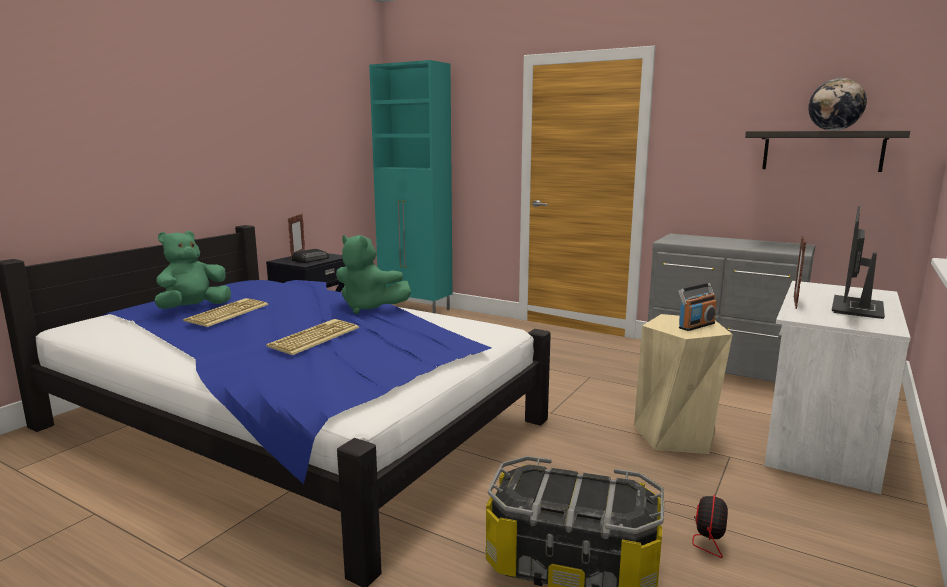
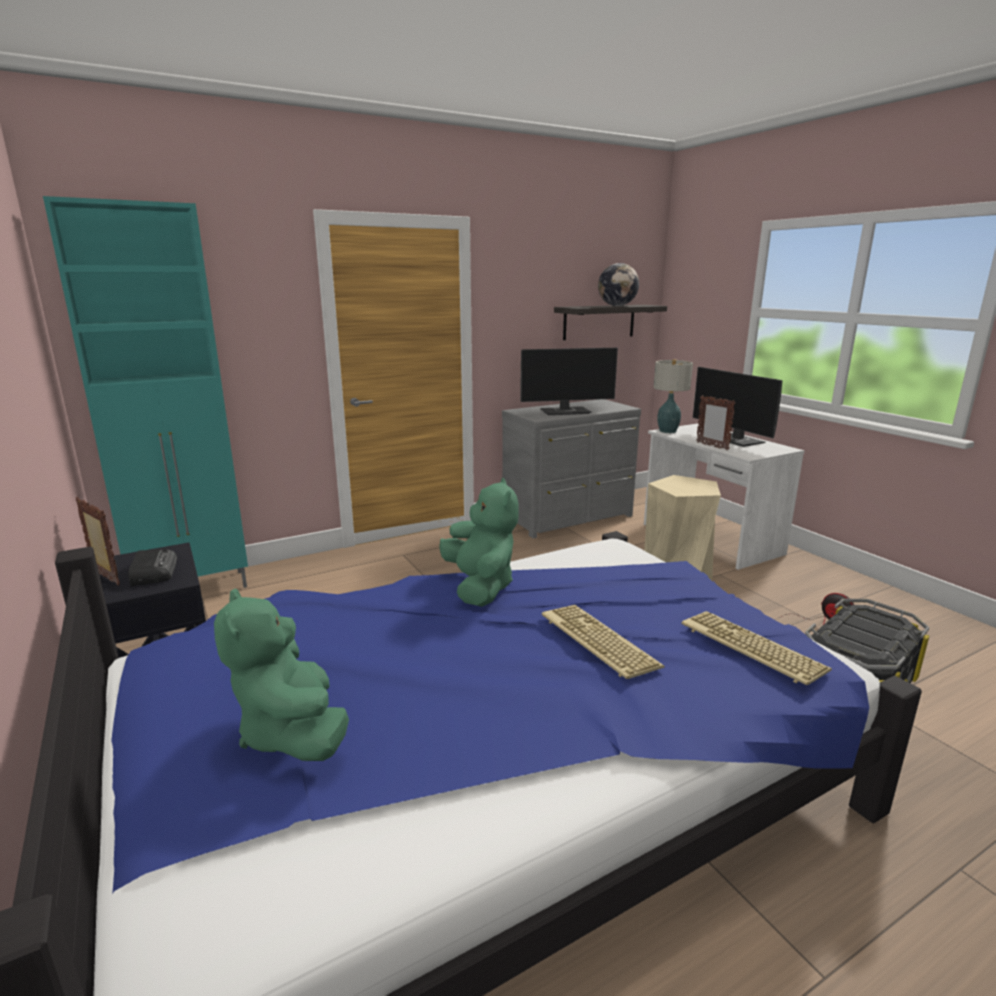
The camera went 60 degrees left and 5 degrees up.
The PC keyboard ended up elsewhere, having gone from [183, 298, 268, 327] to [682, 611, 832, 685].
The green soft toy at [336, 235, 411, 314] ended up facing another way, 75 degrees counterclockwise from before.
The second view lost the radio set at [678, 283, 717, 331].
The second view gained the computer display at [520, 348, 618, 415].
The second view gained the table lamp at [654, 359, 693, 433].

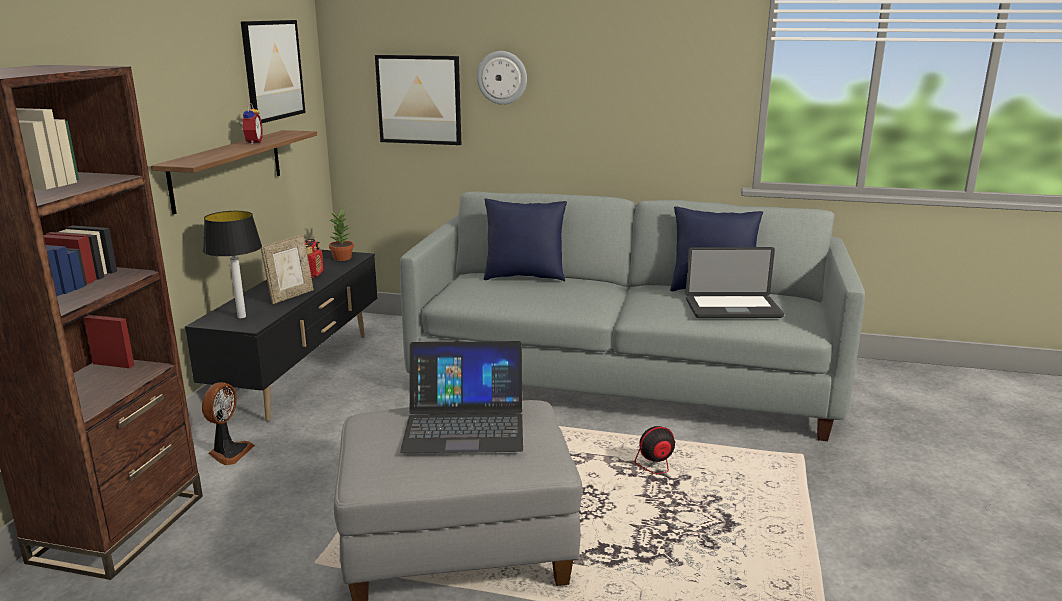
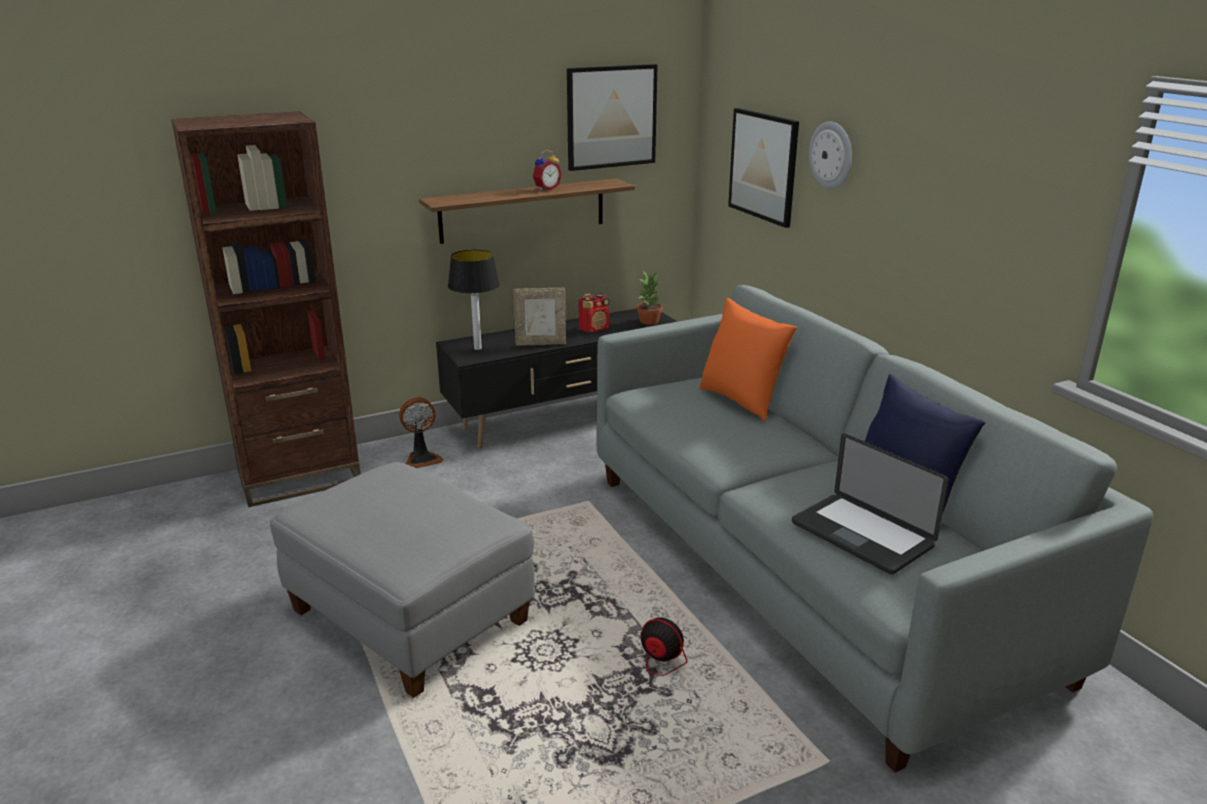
The camera went 50 degrees right and 5 degrees up.
The second view lost the portable computer at [400, 341, 523, 453].
What was the blue throw pillow at [484, 199, 567, 282] turned into the orangey throw pillow at [699, 298, 797, 422].

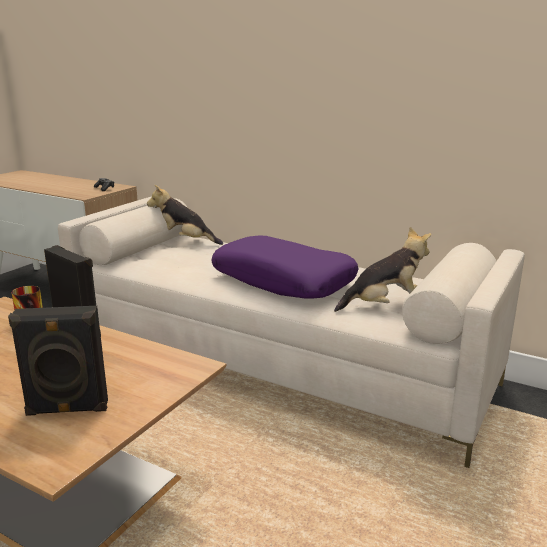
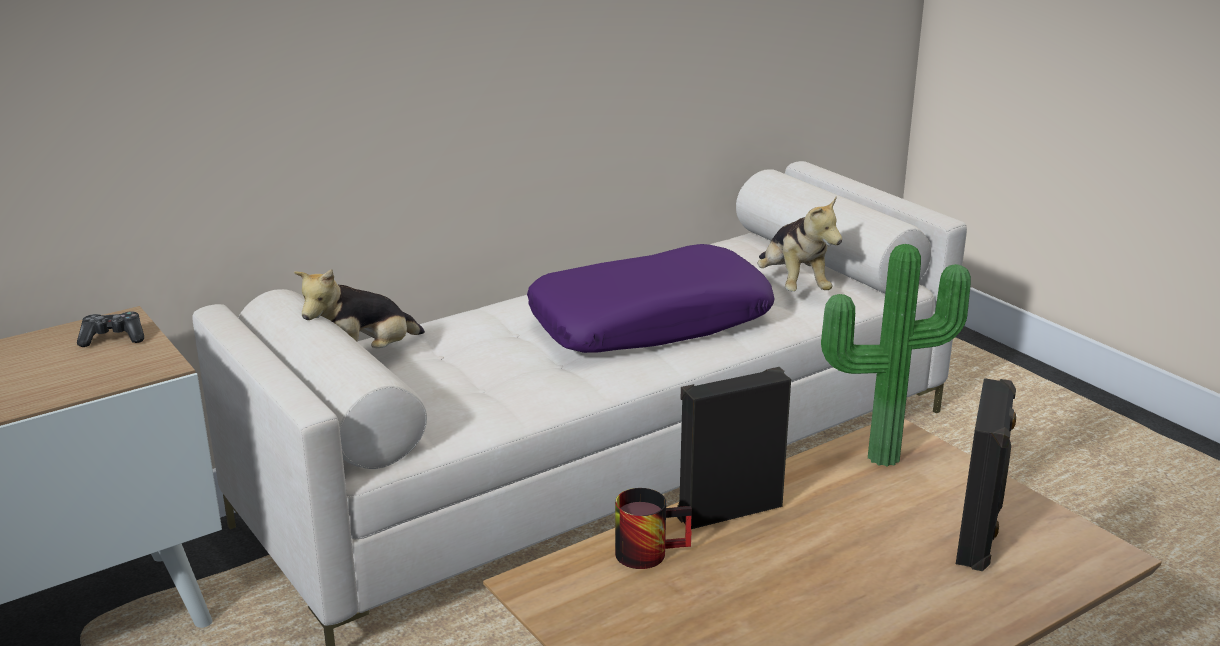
The camera went 65 degrees left and 5 degrees up.
The soft toy at [334, 227, 431, 312] ended up facing another way, 150 degrees clockwise from before.
The second view gained the houseplant at [821, 244, 971, 466].

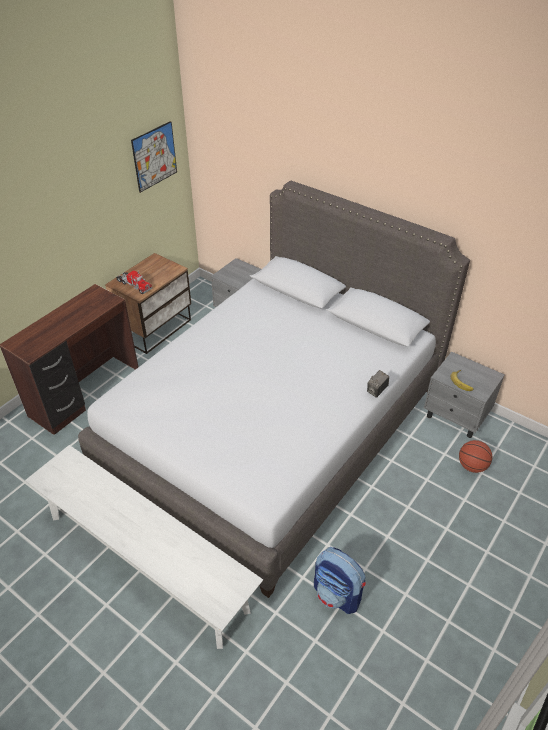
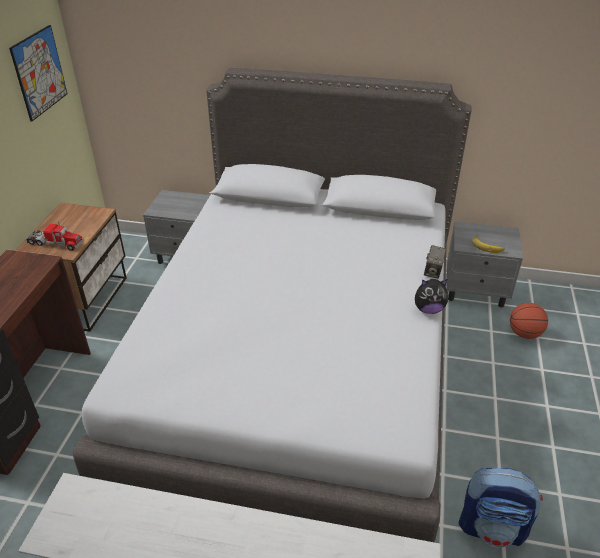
The camera went 25 degrees left and 5 degrees down.
The second view gained the soft toy at [415, 279, 448, 314].

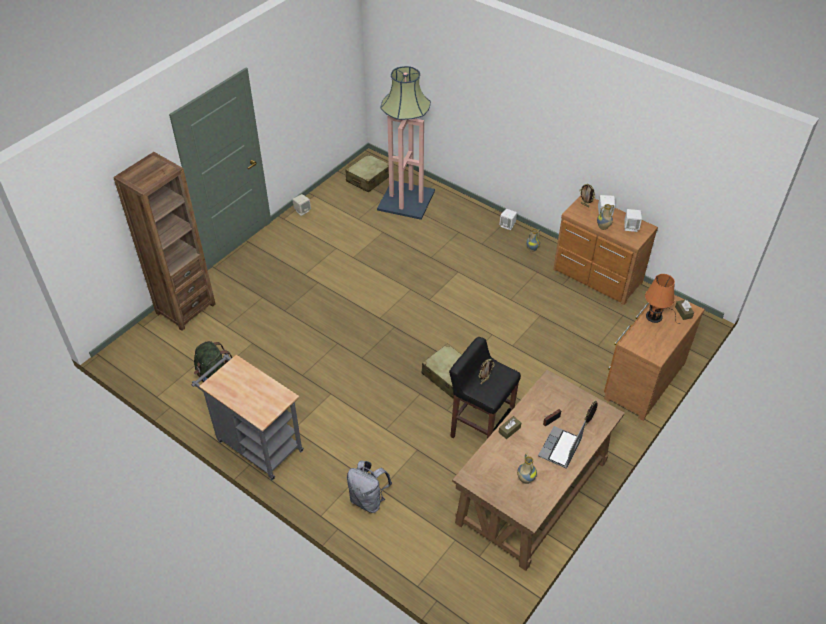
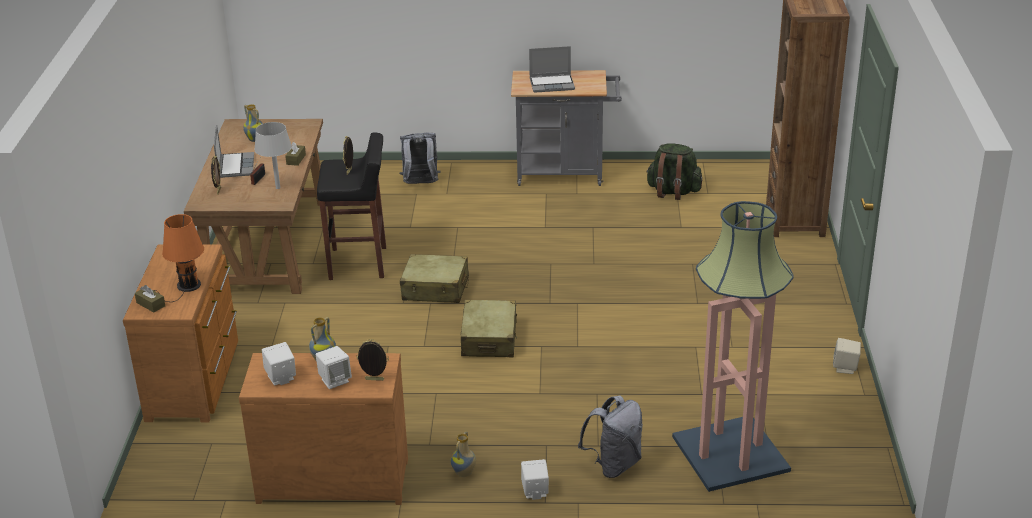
The camera went 145 degrees right and 15 degrees down.
The beige travel case ended up elsewhere, having gone from [345, 154, 389, 193] to [460, 300, 517, 357].
The second view gained the greyish table lamp at [254, 122, 292, 189].
The second view gained the portable computer at [529, 46, 575, 93].
The second view gained the greyish backpack at [578, 395, 643, 478].

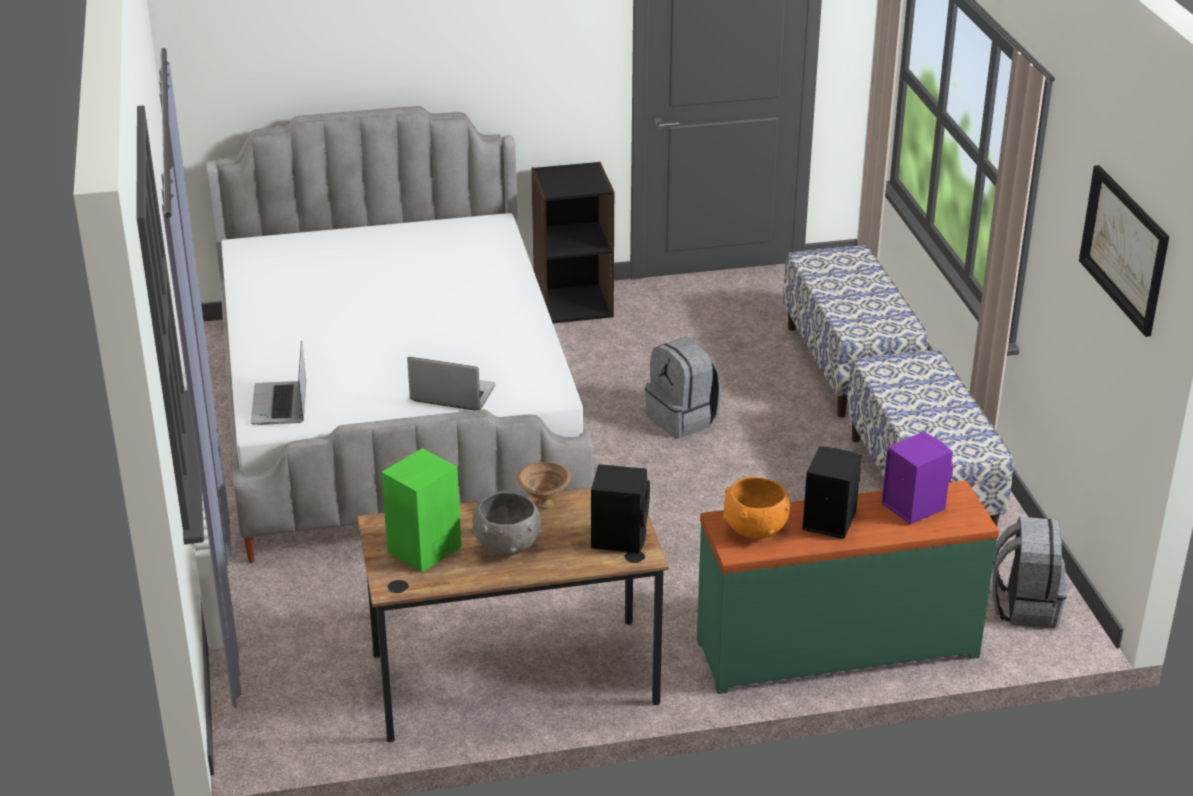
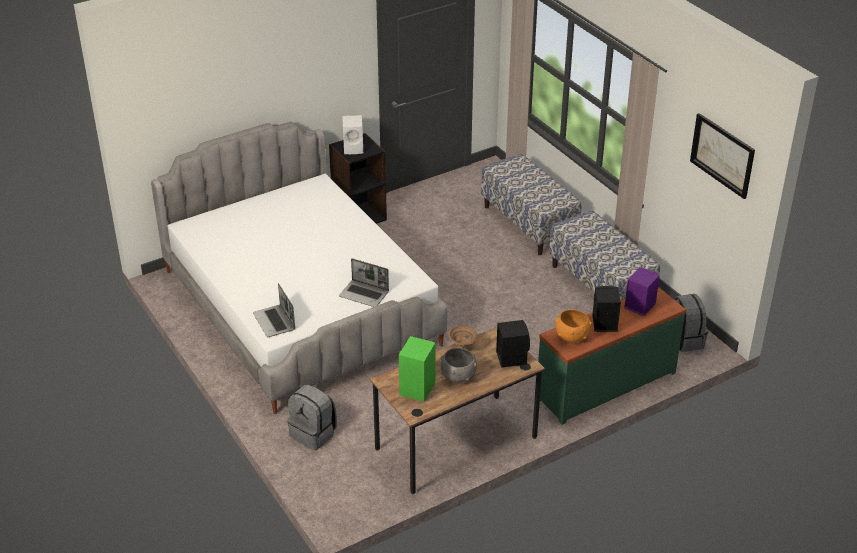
The camera went 20 degrees left and 5 degrees up.
The portable computer at [407, 357, 495, 410] ended up facing another way, 150 degrees counterclockwise from before.
The greyish backpack ended up elsewhere, having gone from [645, 337, 721, 438] to [287, 385, 337, 450].
The second view gained the whitish audio speaker at [342, 115, 363, 154].

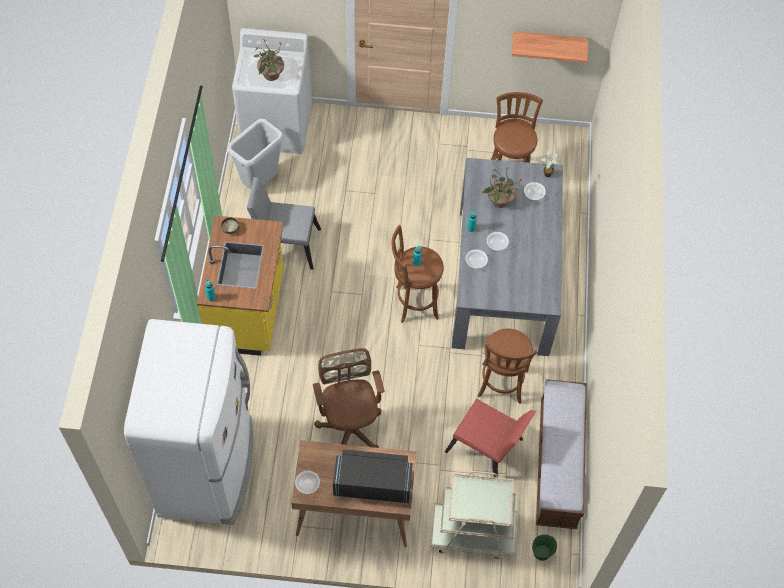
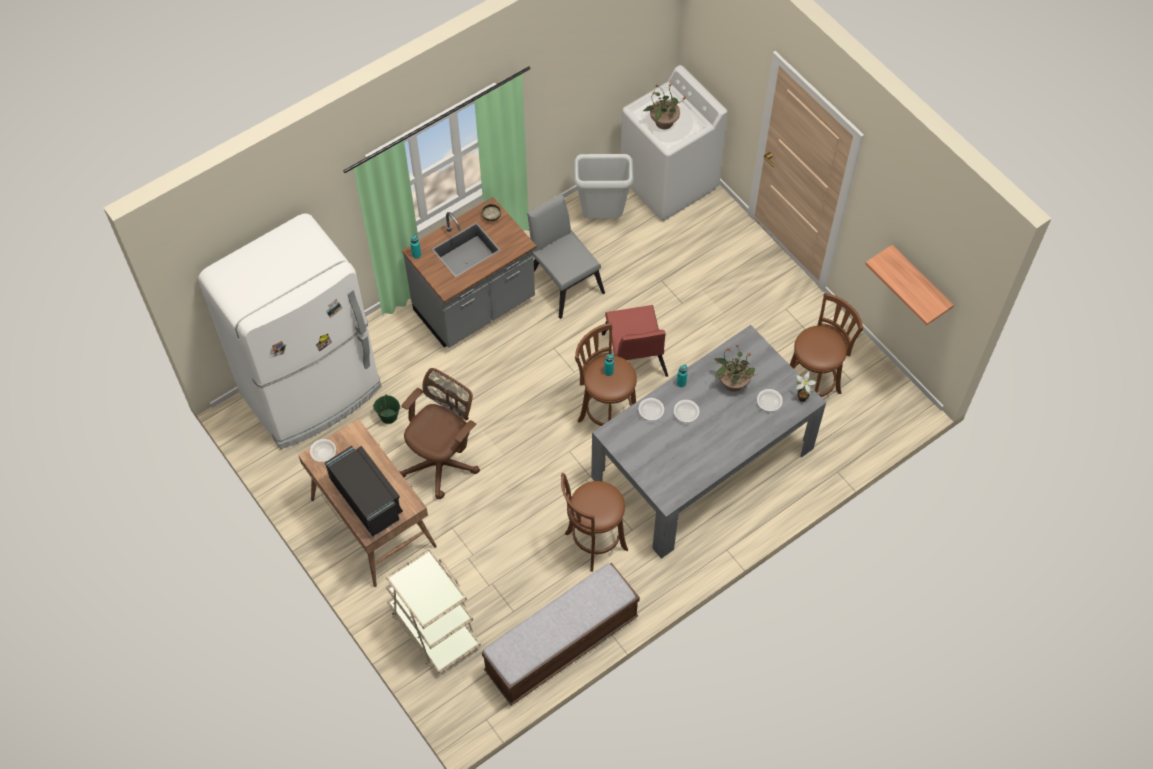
The camera went 50 degrees right and 0 degrees up.
What was the yellow counter at [197, 216, 284, 356] turned into the greyish counter at [402, 197, 537, 348].
The red-coloured chair ended up elsewhere, having gone from [445, 399, 536, 477] to [602, 305, 668, 377].
The green bucket ended up elsewhere, having gone from [532, 534, 557, 561] to [373, 394, 400, 424].

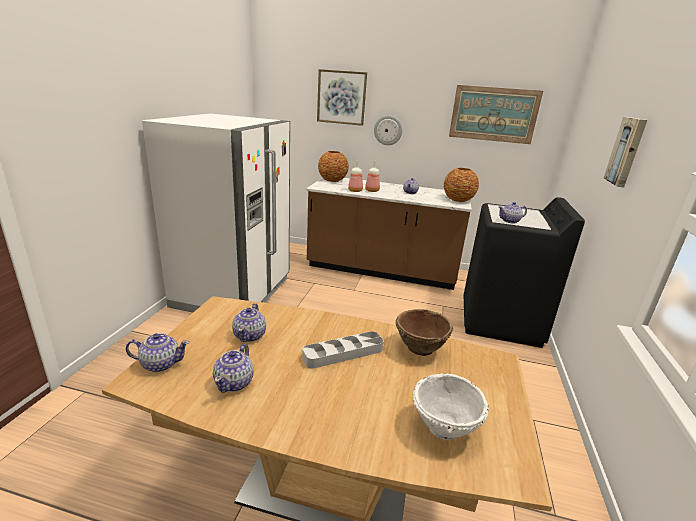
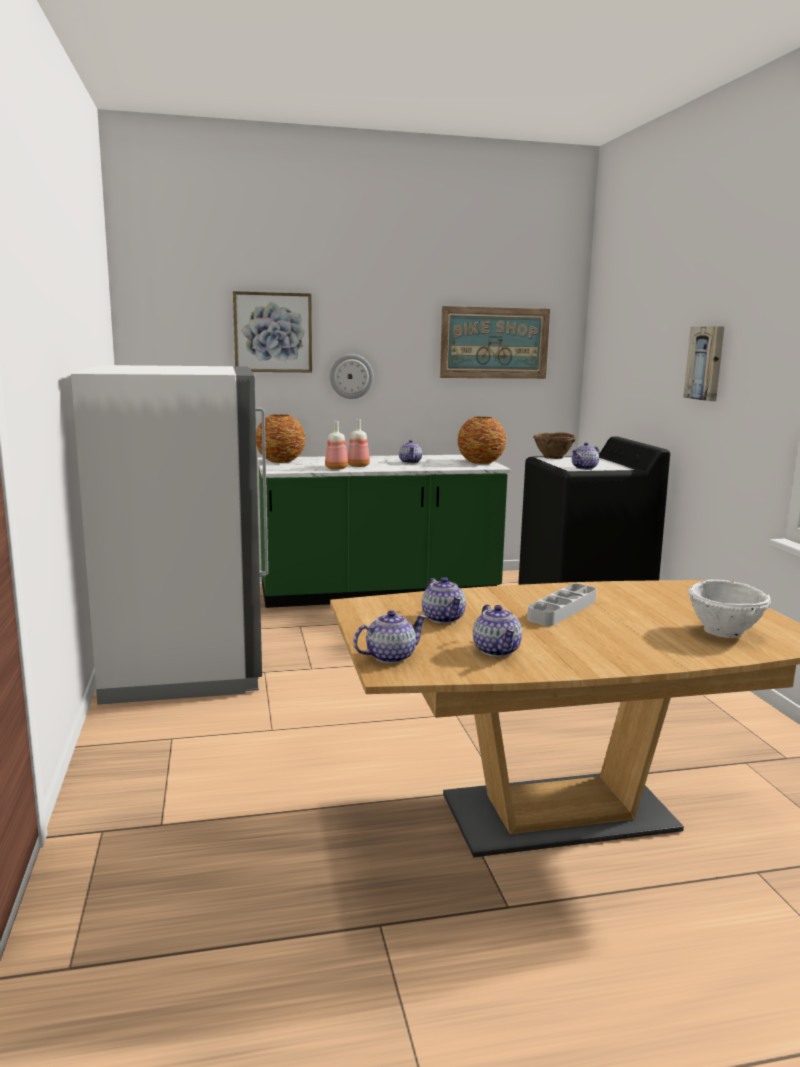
The camera went 25 degrees left and 10 degrees down.
What was the brown-coloured counter at [306, 178, 472, 290] turned into the green counter at [257, 455, 511, 608].
The brown-coloured serving bowl ended up elsewhere, having gone from [396, 309, 453, 356] to [533, 432, 576, 459].

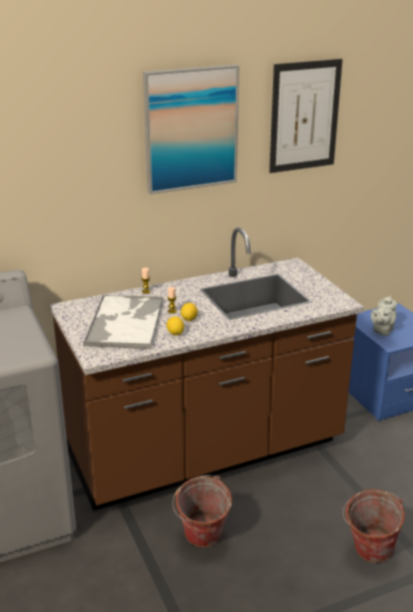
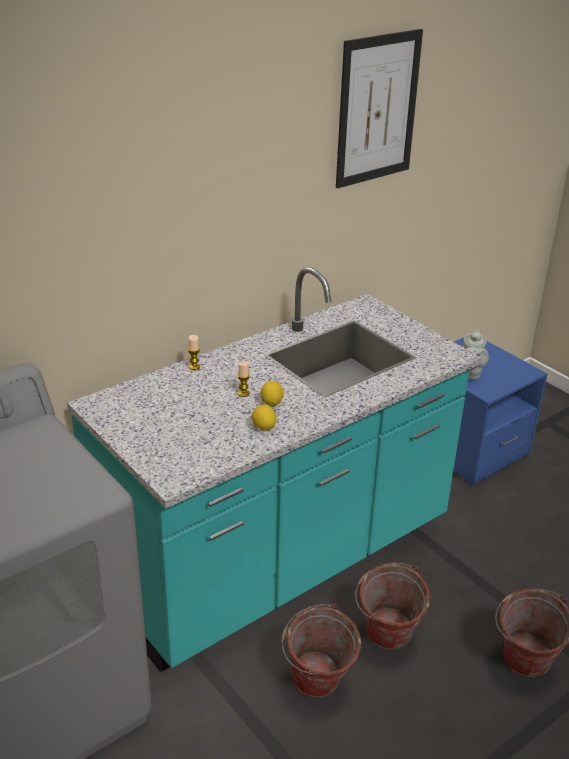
The camera went 15 degrees left and 5 degrees up.
What was the brown-coloured counter at [50, 228, 364, 511] turned into the turquoise-coloured counter at [67, 267, 482, 672].
The second view lost the tray at [83, 294, 164, 349].
The second view lost the wall art at [143, 64, 239, 194].
The second view gained the bucket at [355, 563, 430, 650].

